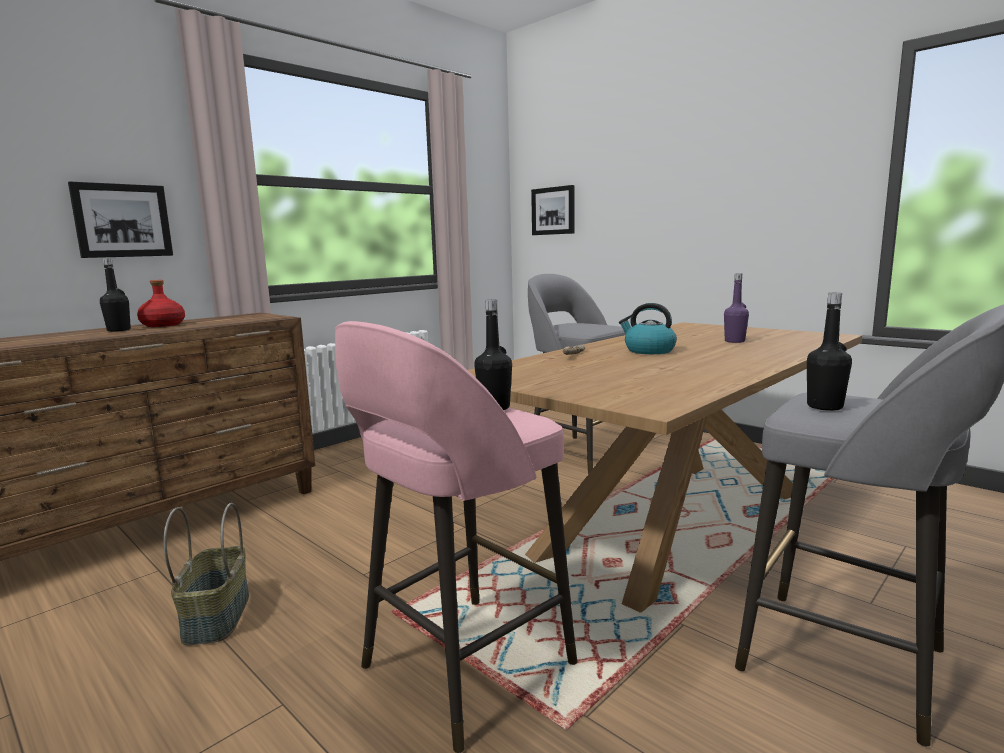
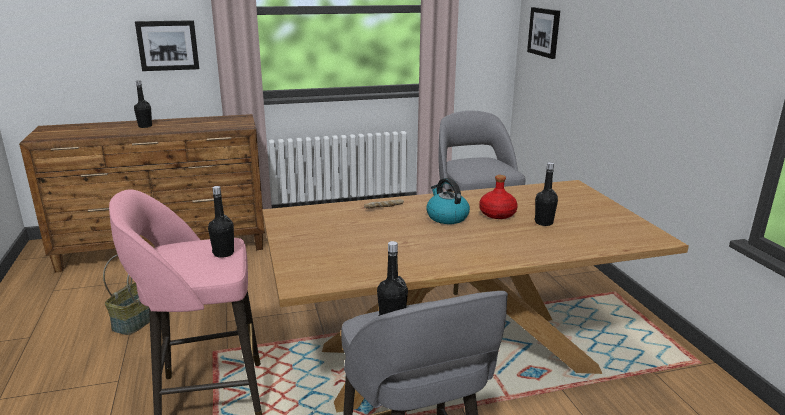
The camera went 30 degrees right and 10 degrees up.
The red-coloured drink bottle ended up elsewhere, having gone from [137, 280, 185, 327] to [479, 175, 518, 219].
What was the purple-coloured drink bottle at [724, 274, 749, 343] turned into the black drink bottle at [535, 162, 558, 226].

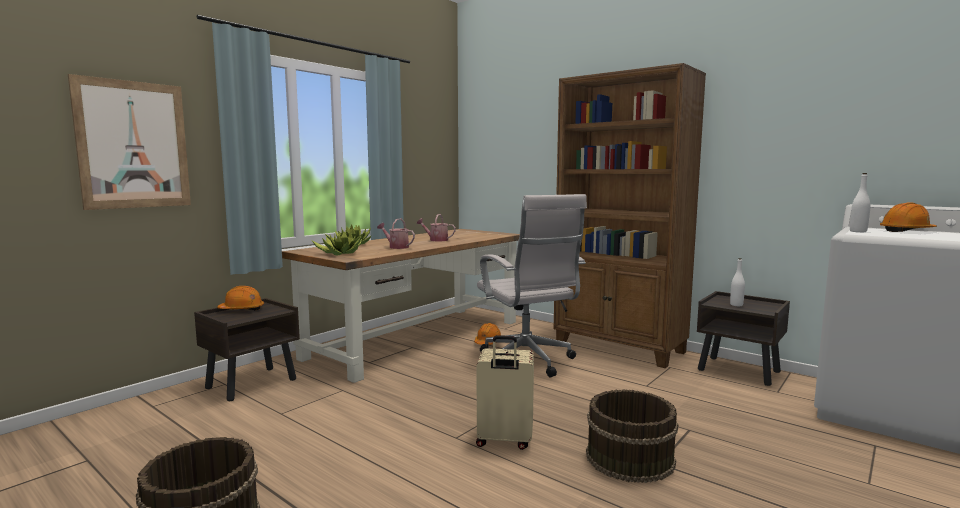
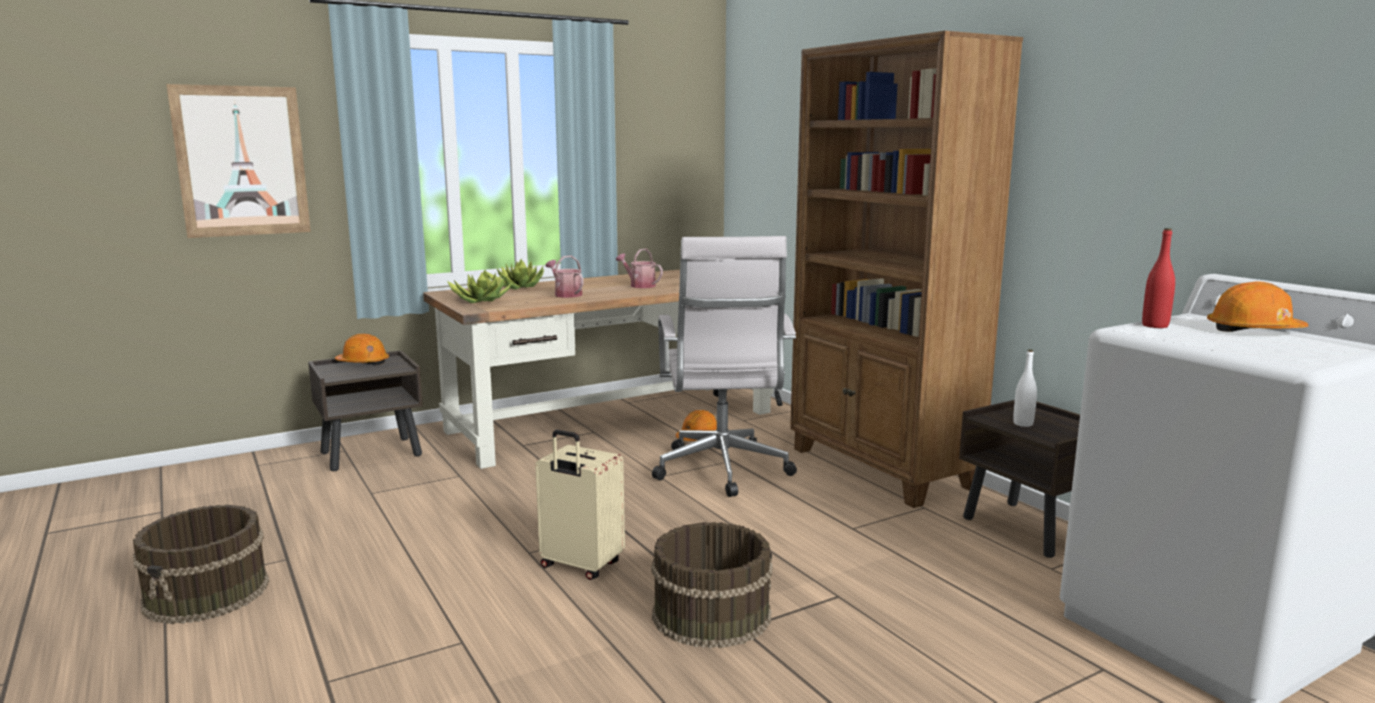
The camera went 20 degrees right and 5 degrees up.
What was the whitish drink bottle at [850, 173, 870, 232] turned into the red-coloured drink bottle at [1142, 228, 1175, 328].

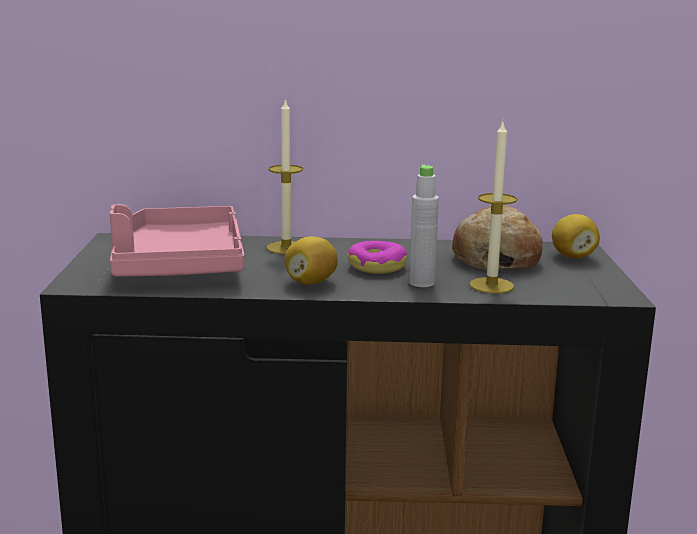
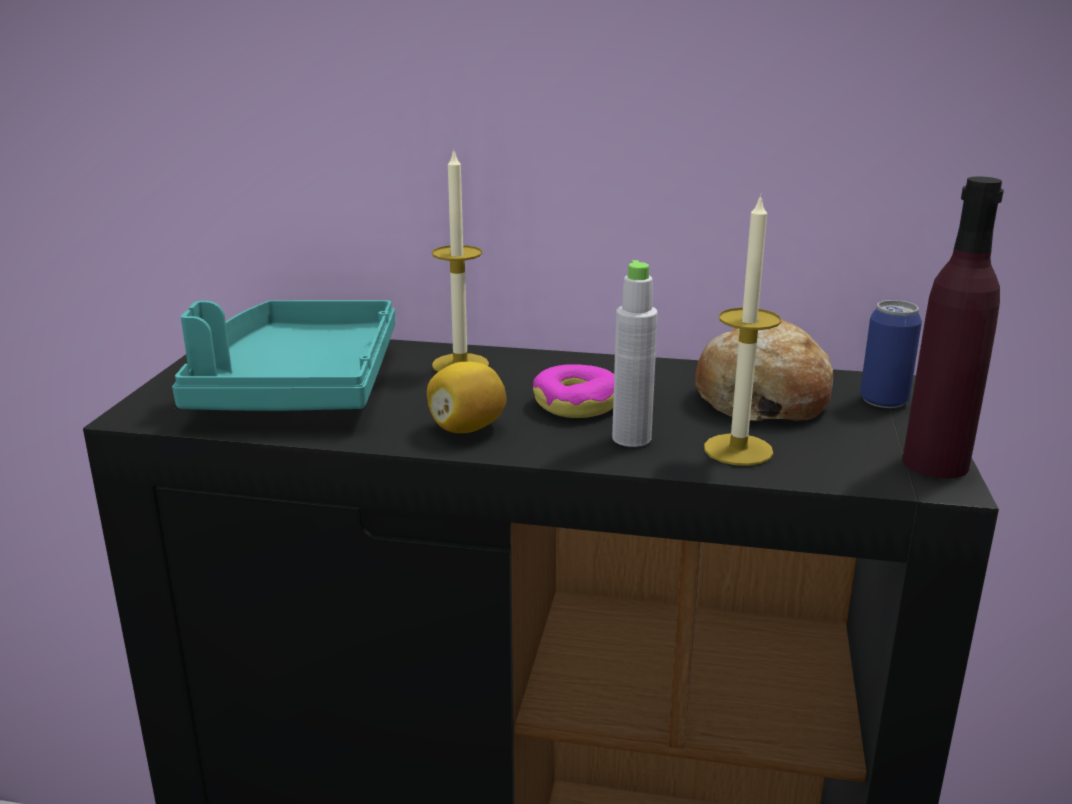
The camera went 10 degrees right and 5 degrees up.
What was the pink-coloured tray at [110, 204, 244, 276] turned into the turquoise-coloured tray at [172, 300, 395, 411].
Where the whole lemon stood at [552, 214, 600, 259], the metal can came to stand at [860, 300, 922, 408].
The second view gained the purple-coloured drink bottle at [902, 176, 1004, 478].

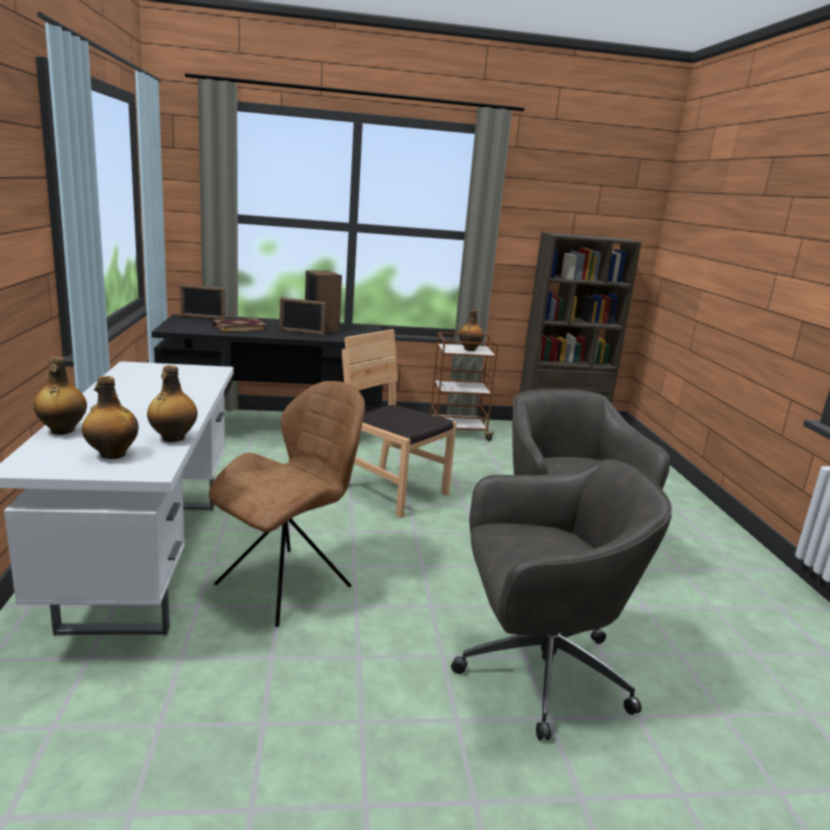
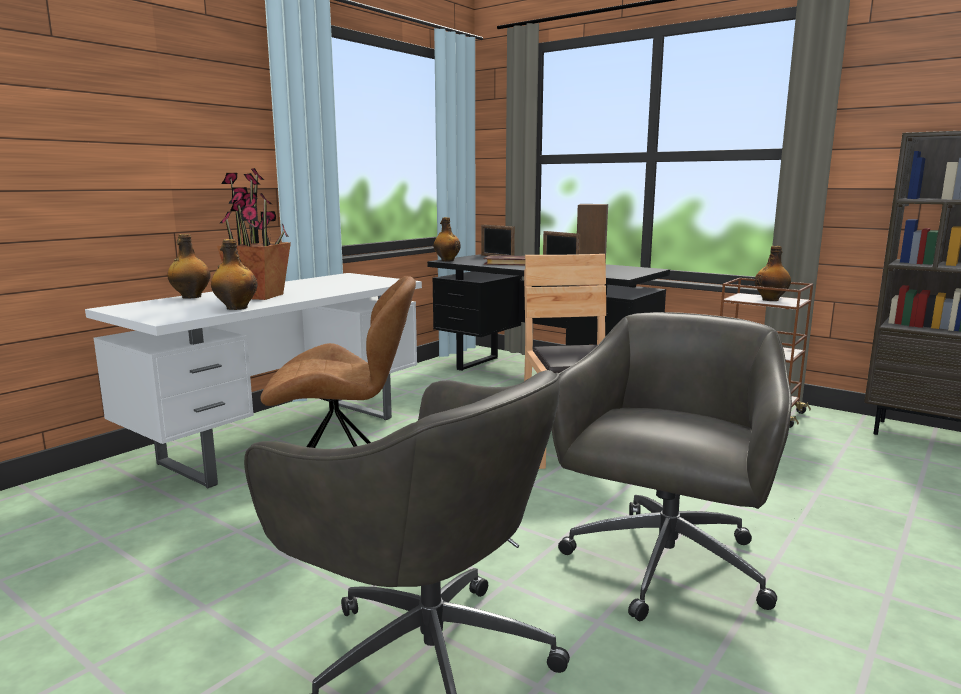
The camera went 45 degrees right and 5 degrees down.
The drink bottle ended up elsewhere, having gone from [82, 376, 139, 459] to [433, 217, 461, 261].
The second view gained the houseplant at [217, 168, 291, 300].

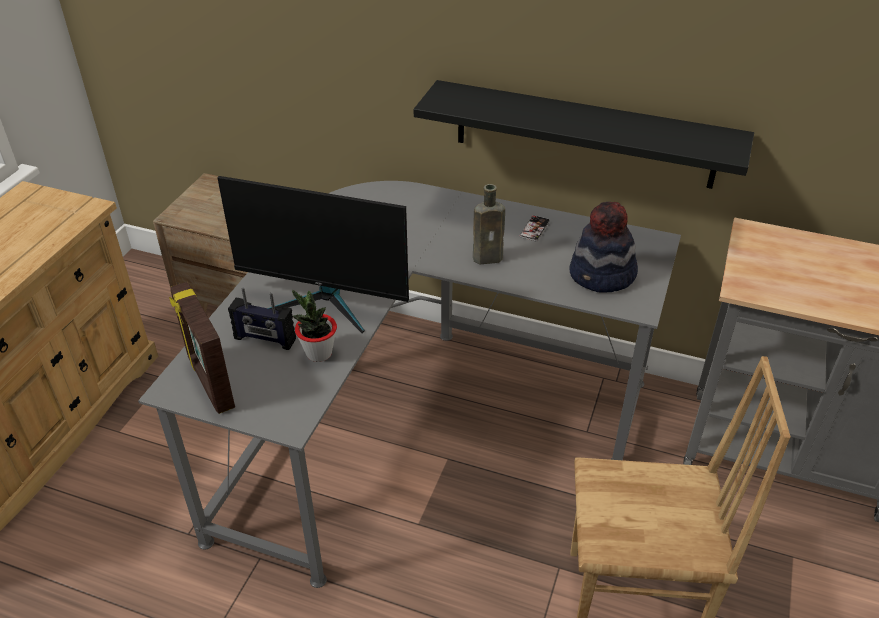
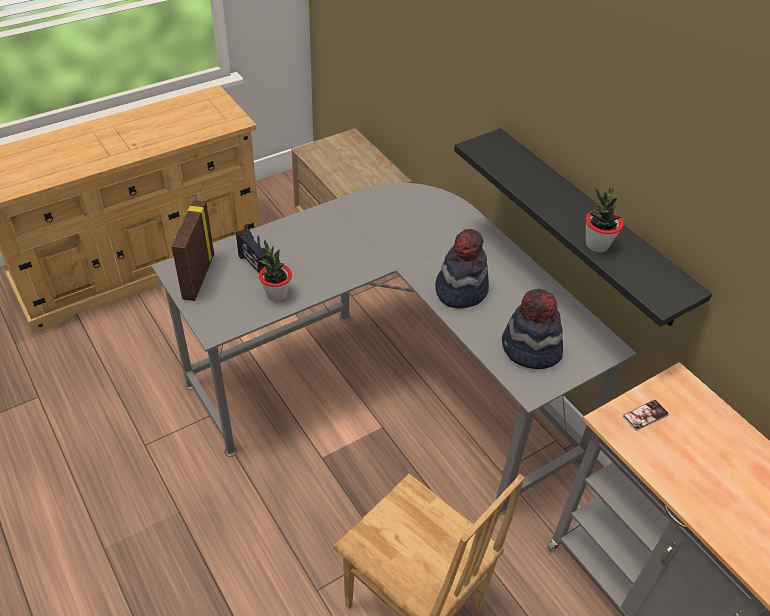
The camera went 35 degrees right and 5 degrees up.
The second view lost the computer display at [217, 176, 409, 333].
Where the brown-coloured drink bottle stood at [473, 184, 505, 264], the wearable hat came to stand at [435, 229, 489, 309].
The phone ended up elsewhere, having gone from [520, 215, 550, 241] to [623, 400, 669, 431].
The second view gained the houseplant at [586, 187, 623, 253].

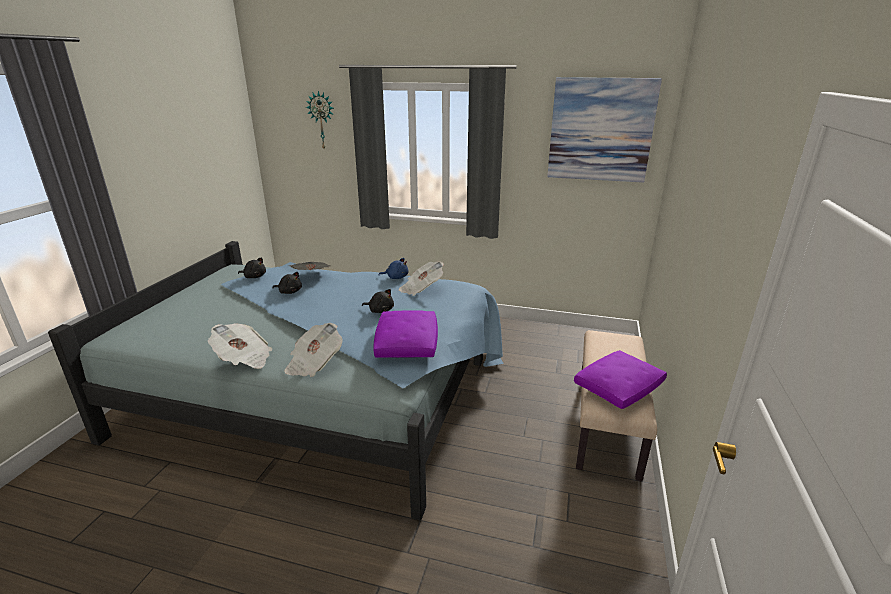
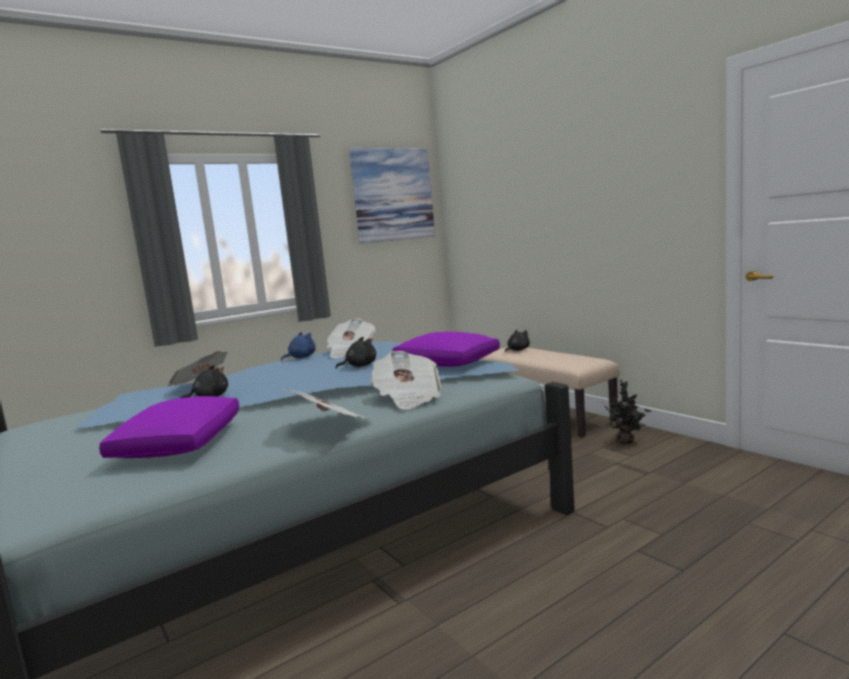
The camera went 50 degrees left and 15 degrees down.
The black soft toy ended up elsewhere, having gone from [238, 257, 266, 278] to [505, 330, 530, 352].
The second view lost the clock on the wall at [306, 91, 334, 148].
The purple-coloured throw pillow ended up elsewhere, having gone from [574, 350, 667, 409] to [99, 396, 239, 458].
The second view gained the houseplant at [604, 379, 651, 444].

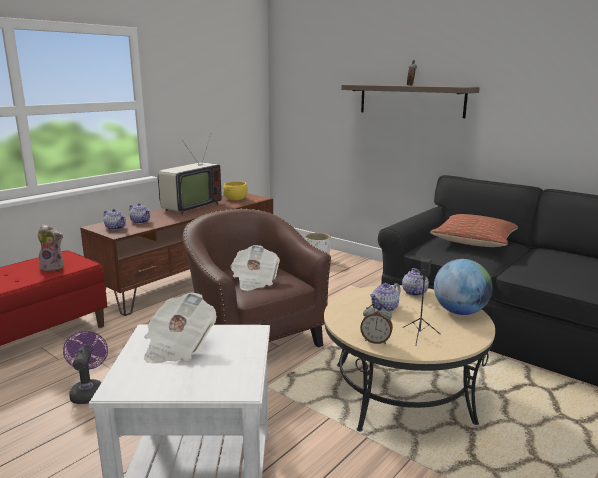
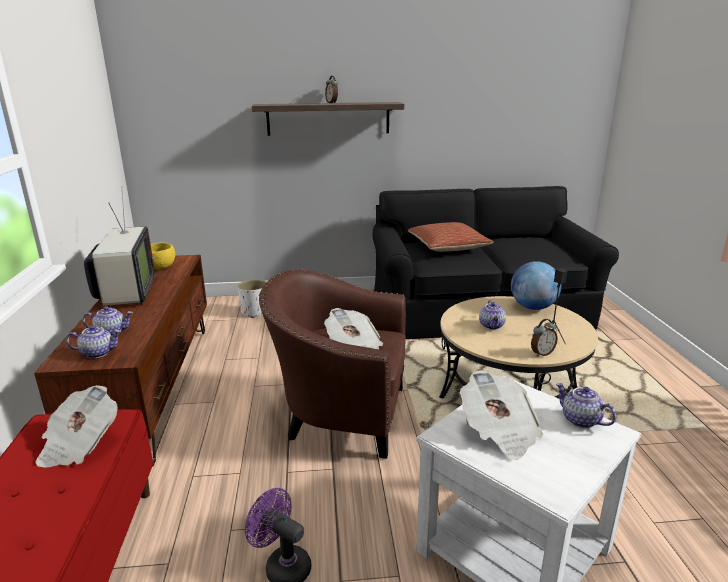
The camera went 45 degrees left and 5 degrees up.
Where the soft toy stood at [37, 224, 63, 271], the printed paper came to stand at [36, 385, 118, 468].
The teapot ended up elsewhere, having gone from [402, 268, 429, 296] to [556, 383, 616, 428].

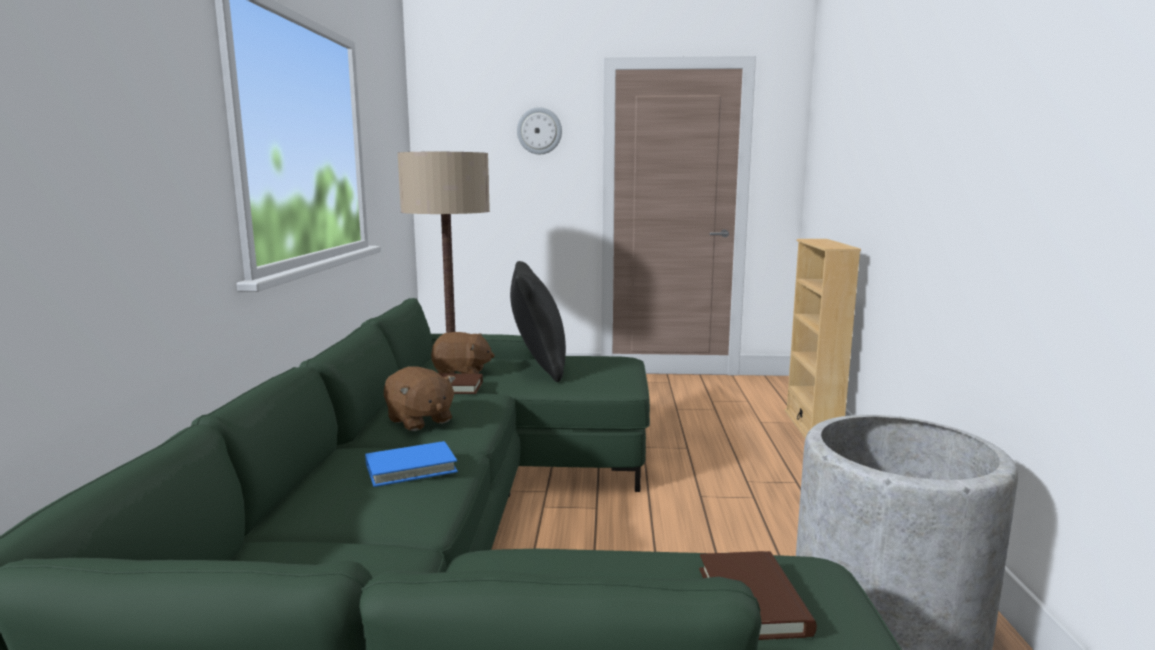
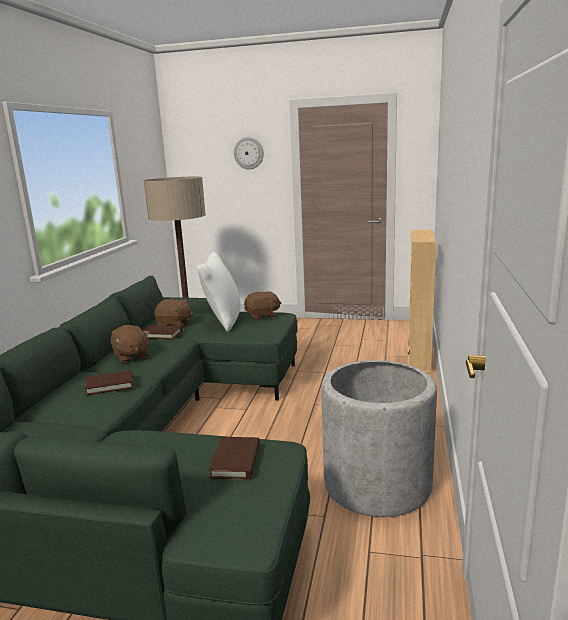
The camera went 10 degrees right and 5 degrees up.
What was the blue volume at [365, 441, 458, 487] turned into the brown-coloured volume at [85, 370, 133, 395].
What was the black throw pillow at [510, 261, 566, 382] turned into the whitish throw pillow at [197, 252, 241, 332].
The second view gained the brown-coloured soft toy at [244, 291, 281, 320].

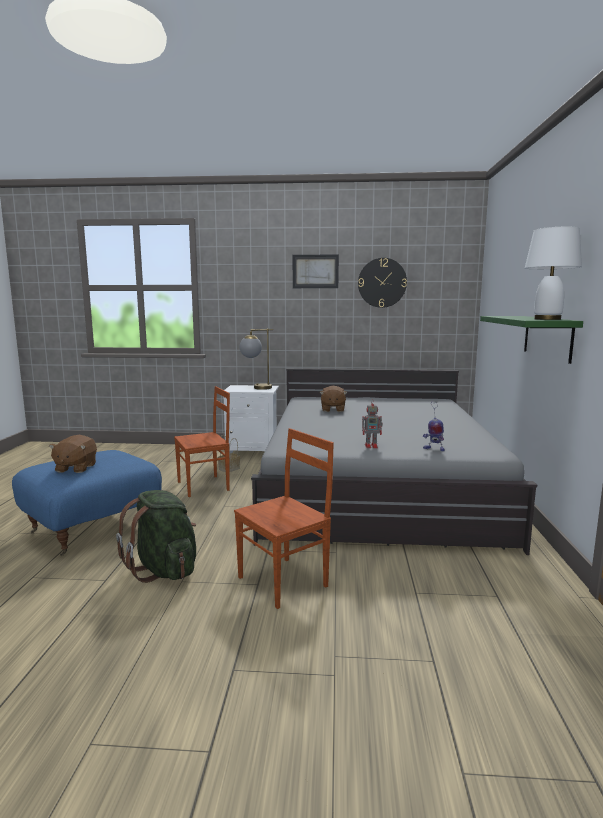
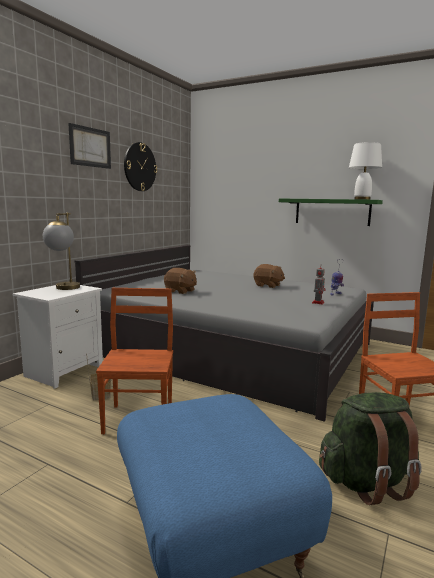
The camera went 65 degrees left and 0 degrees up.
The brown-coloured soft toy ended up elsewhere, having gone from [49, 435, 97, 473] to [253, 264, 285, 288].

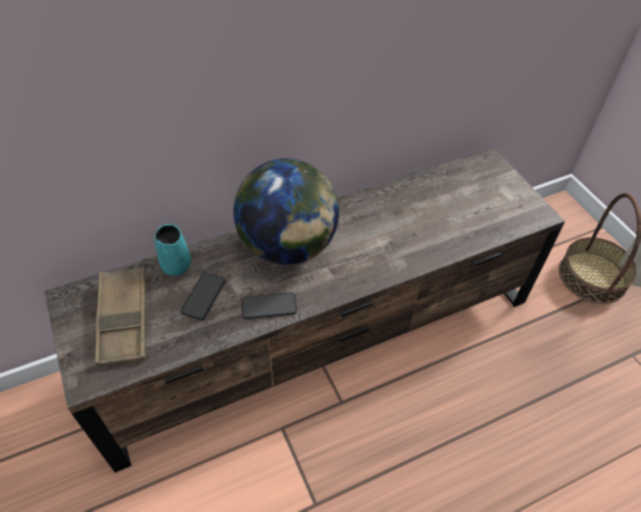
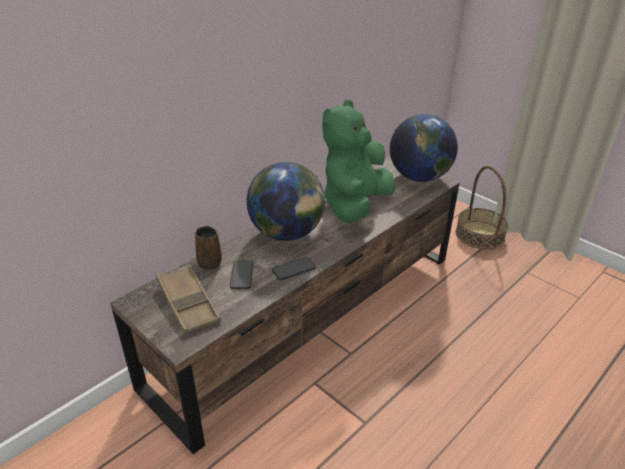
The camera went 20 degrees left and 15 degrees down.
What was the turquoise-coloured mug at [154, 224, 191, 276] turned into the brown-coloured mug at [195, 226, 222, 270].
The second view gained the green soft toy at [322, 100, 395, 223].
The second view gained the desk globe at [390, 114, 458, 182].

